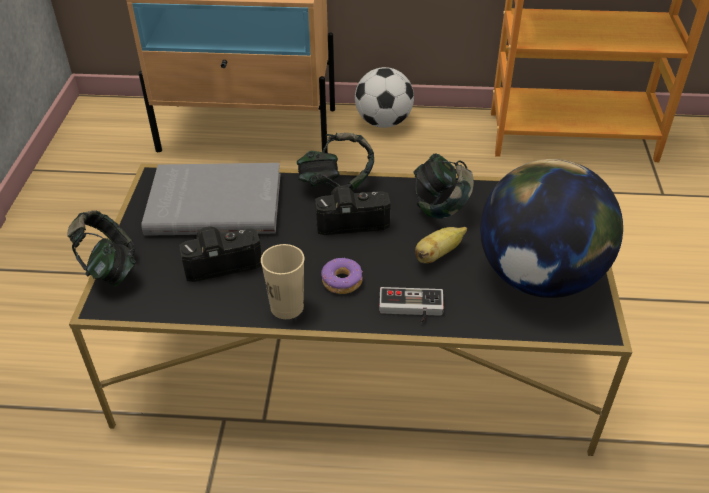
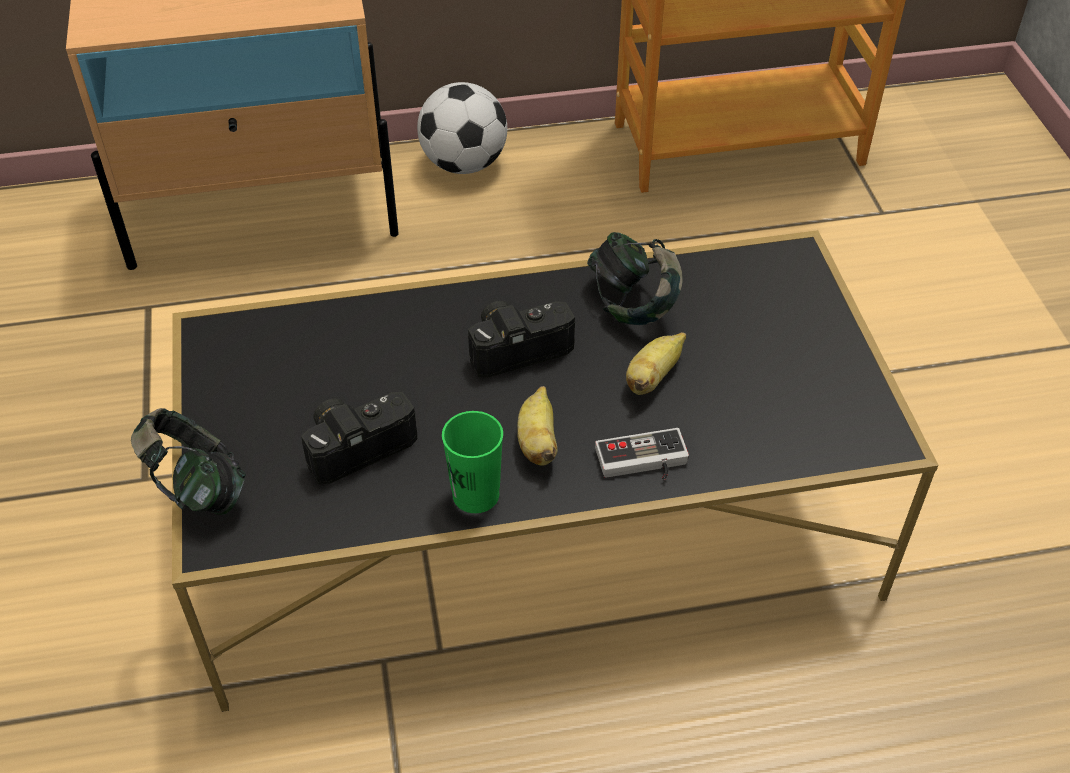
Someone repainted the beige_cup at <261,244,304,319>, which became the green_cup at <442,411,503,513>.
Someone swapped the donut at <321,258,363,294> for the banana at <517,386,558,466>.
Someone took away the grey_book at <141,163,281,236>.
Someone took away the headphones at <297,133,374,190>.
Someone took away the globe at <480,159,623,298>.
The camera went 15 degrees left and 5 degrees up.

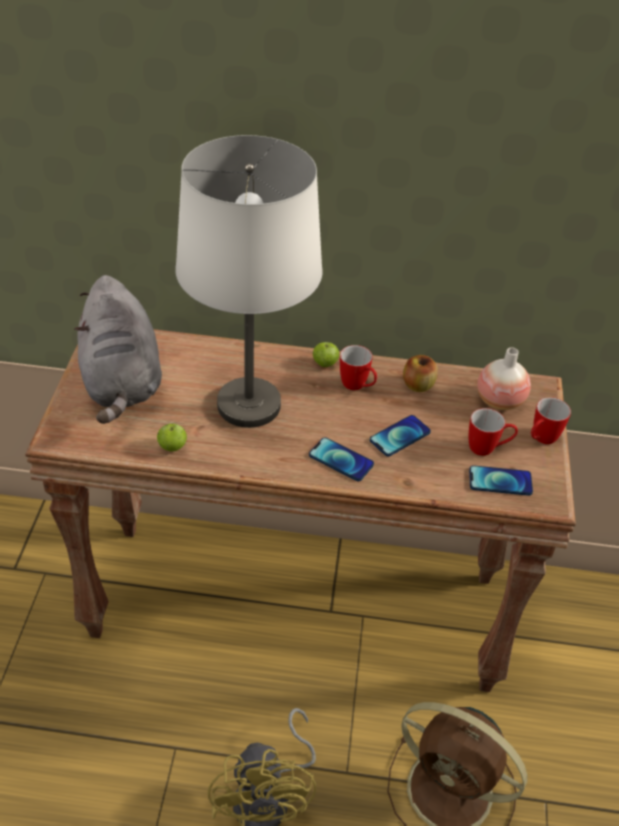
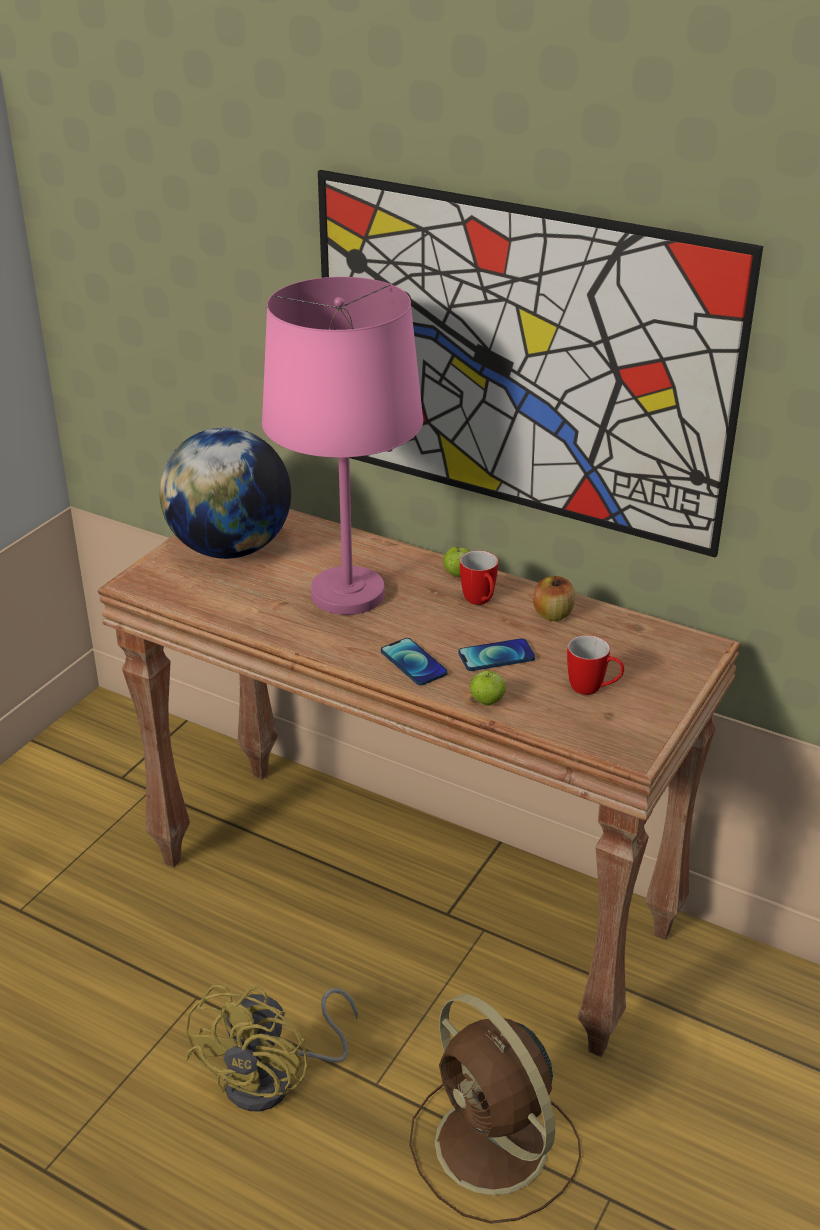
Someone swapped the grey_plush_toy at <74,275,162,424> for the globe at <159,427,291,559>.
Someone repainted the white_table_lamp at <175,135,323,428>, which became the pink_table_lamp at <262,277,423,615>.
Someone put up the picture at <318,170,763,558>.
Someone carried the apple from <157,423,187,452> to <470,670,506,706>.
Someone took away the phone at <469,465,533,496>.
Someone took away the vase at <477,347,531,410>.
Someone took away the mug at <531,397,571,444>.
The camera went 25 degrees right and 10 degrees down.

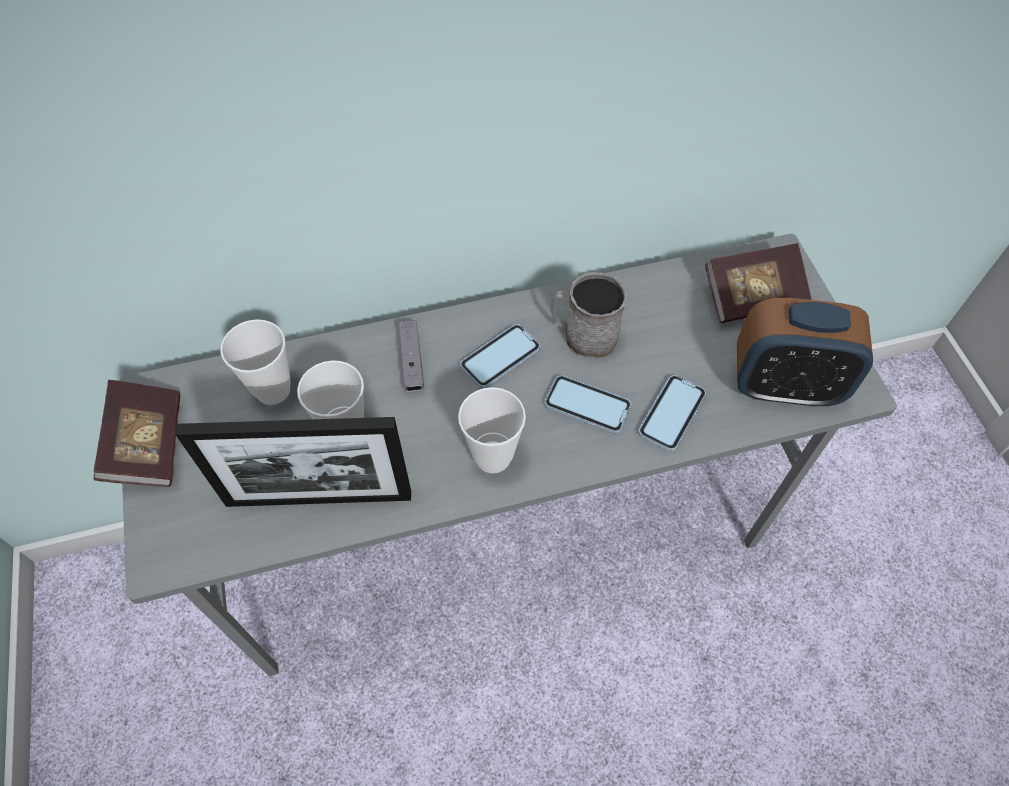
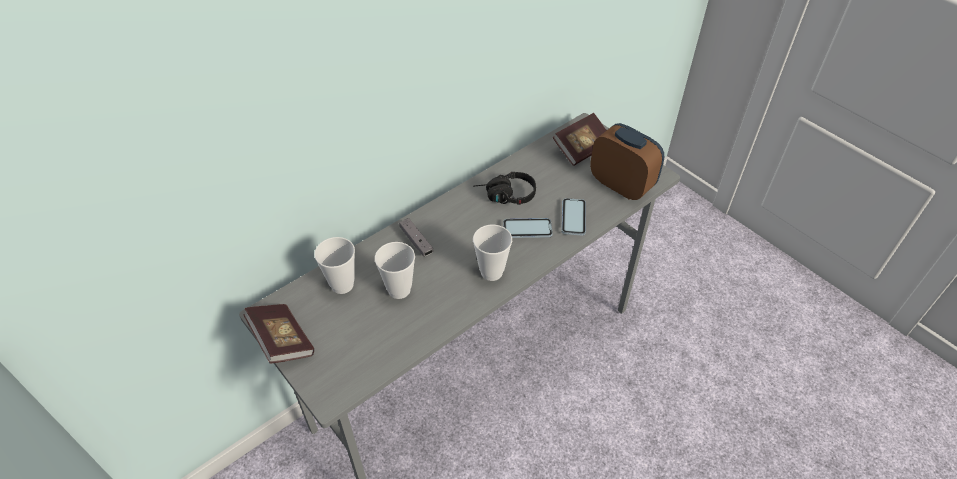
Someone swapped the grey_mug at <550,272,627,359> for the black_headphones at <473,172,536,205>.
Someone rotated the alarm_clock at <737,298,873,407> by 120 degrees counterclockwise.
Someone took away the picture_frame at <176,417,411,507>.
Someone took away the phone at <460,324,540,388>.
The camera went 25 degrees left and 10 degrees down.

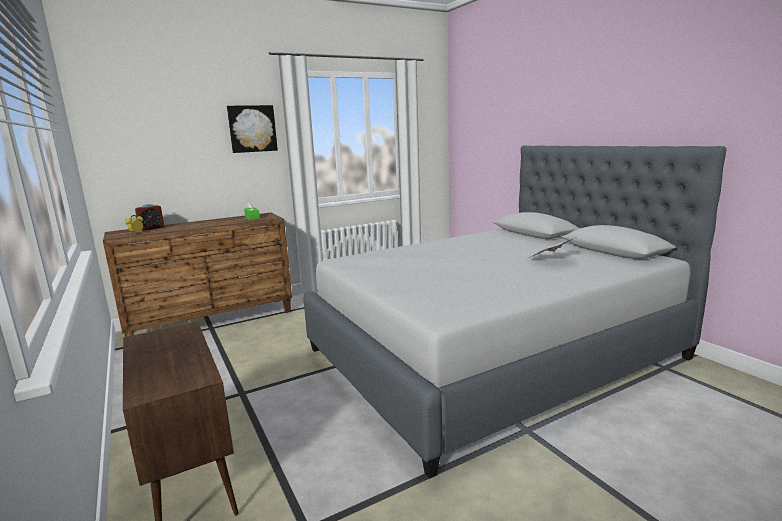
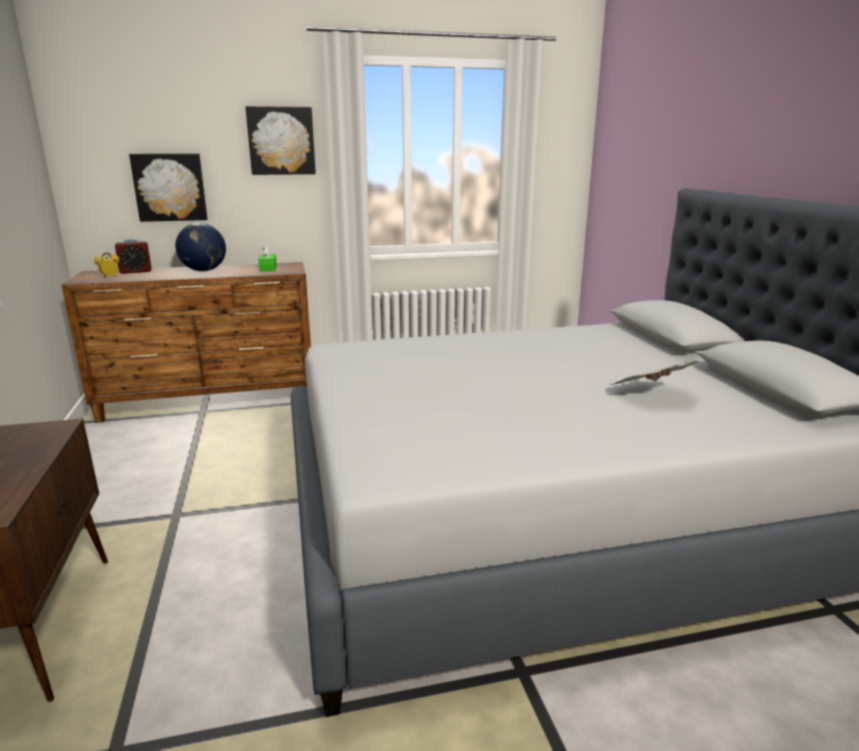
Someone put up the picture at <129,154,207,222>.
Someone put down the globe at <175,223,226,272>.
The camera went 15 degrees right and 5 degrees up.

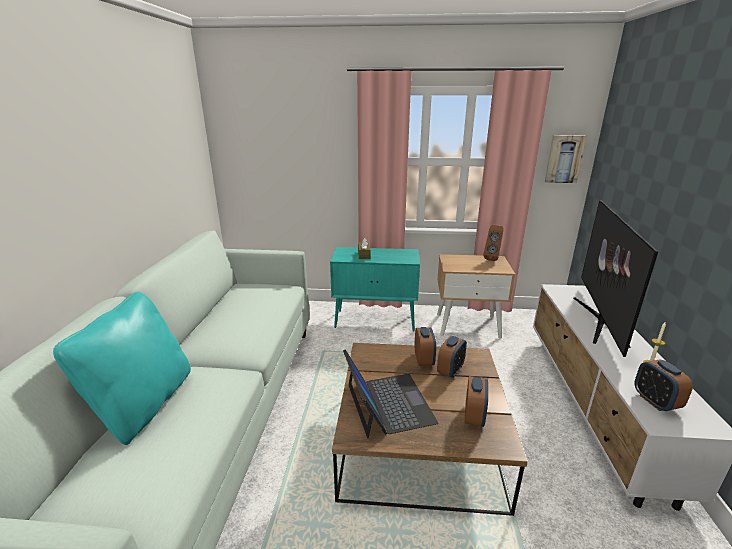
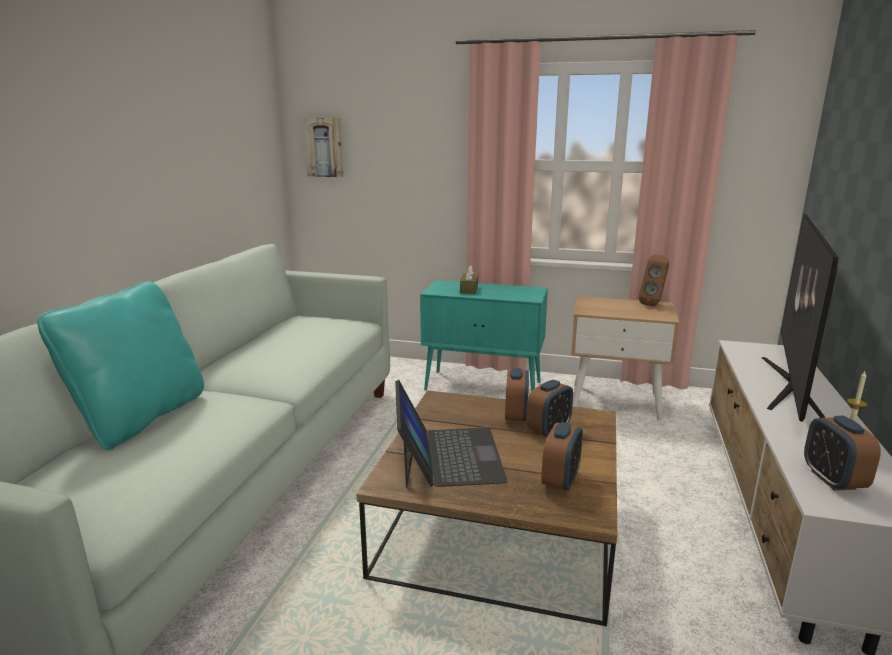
Someone carried the picture from <545,135,587,183> to <303,118,344,177>.
The camera went 10 degrees right and 5 degrees down.

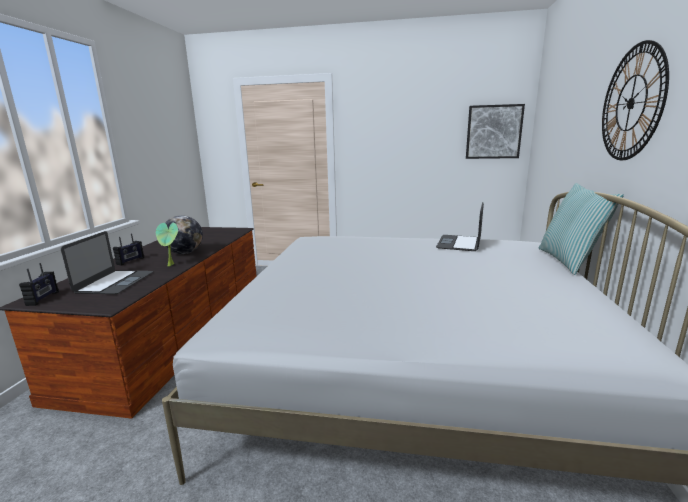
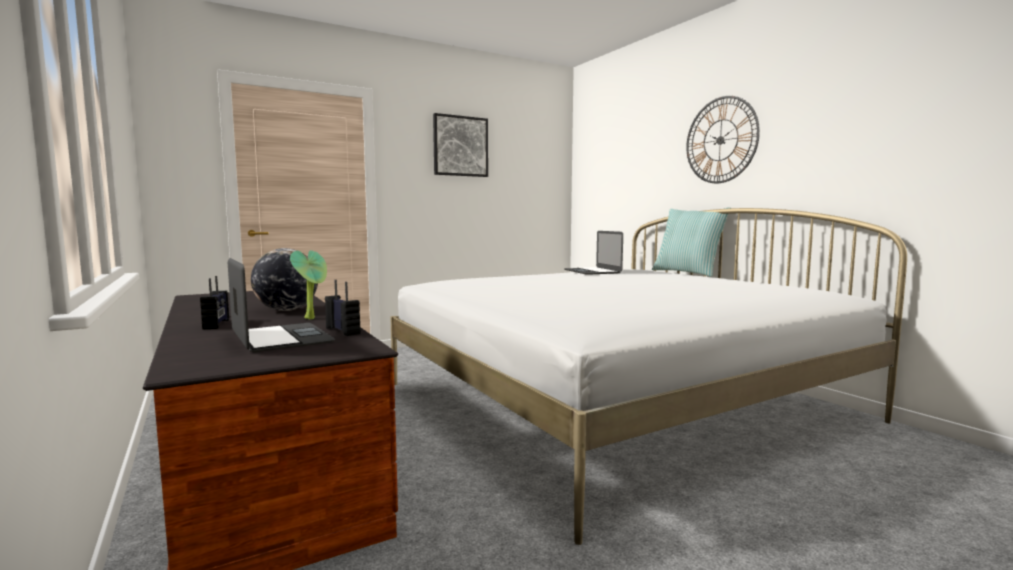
Someone carried the radio from <19,263,59,306> to <325,280,361,336>.
Someone carried the picture from <466,104,525,159> to <433,113,488,177>.
The camera went 40 degrees left and 10 degrees down.

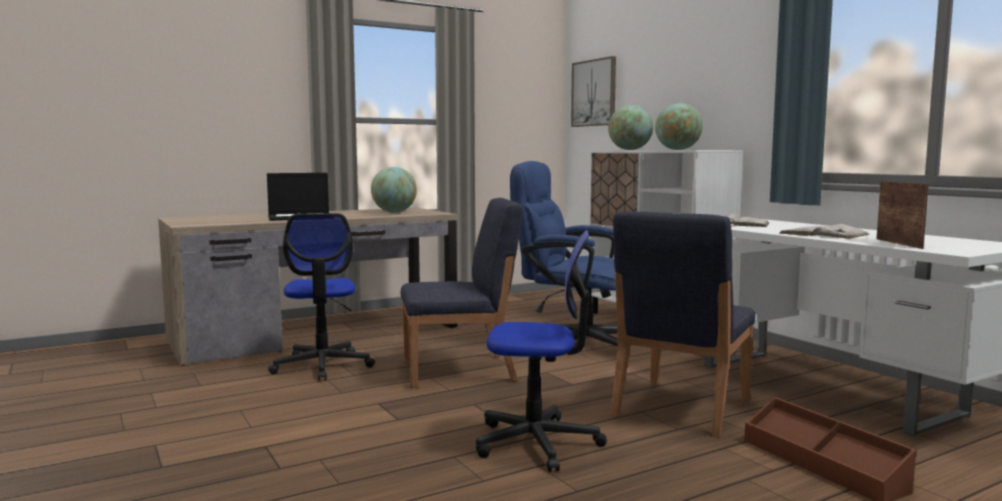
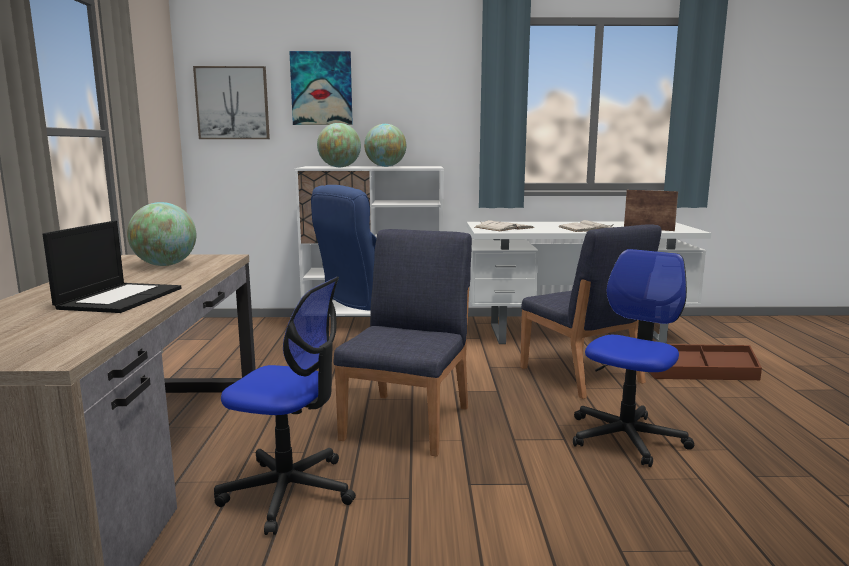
Someone put up the picture at <289,51,353,125>.
The camera went 60 degrees left and 5 degrees up.

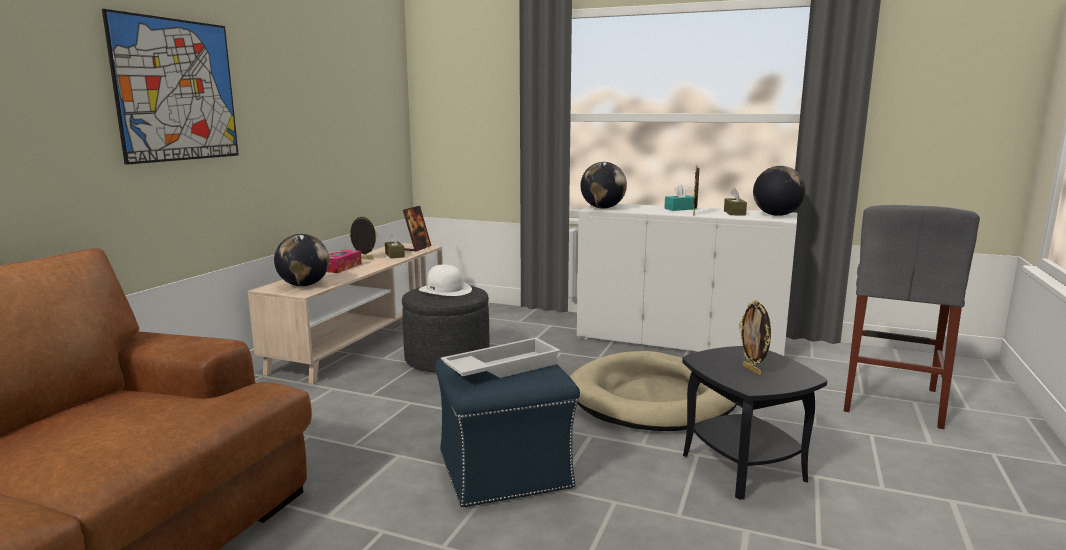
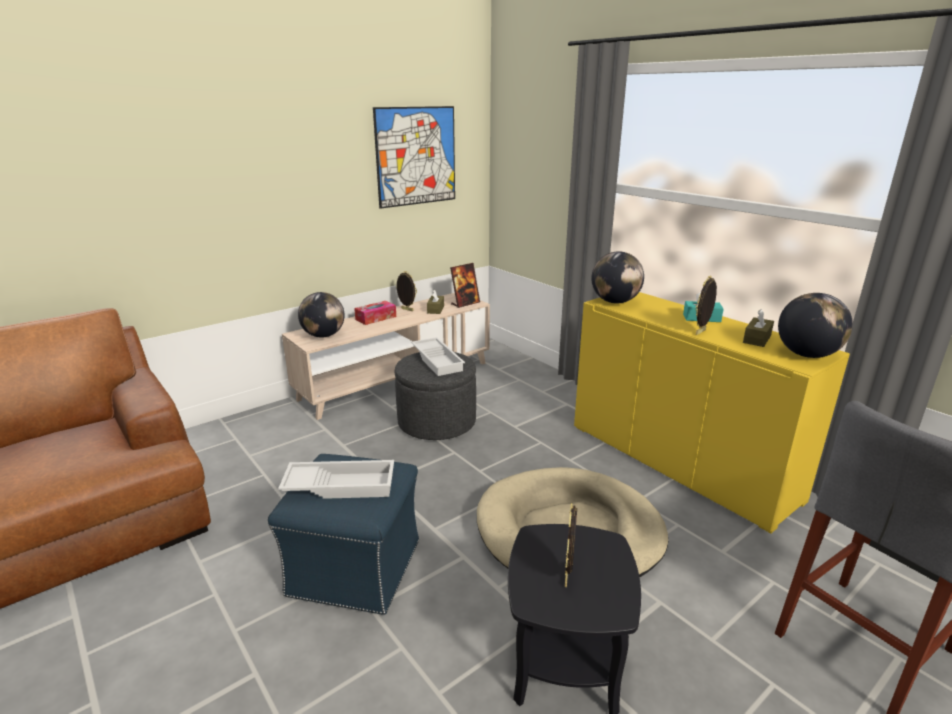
Someone carried the picture from <102,9,239,165> to <373,106,455,209>.
Someone swapped the white_hat at <419,265,472,296> for the white_tray at <411,337,465,376>.
Someone repainted the white_cabinet at <577,203,797,356>, which became the yellow_cabinet at <574,292,850,533>.
The camera went 30 degrees right and 10 degrees up.

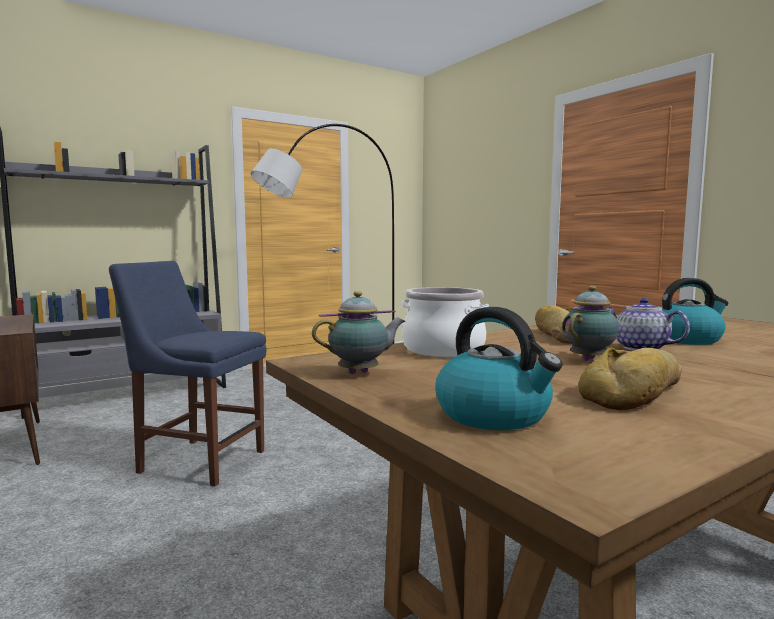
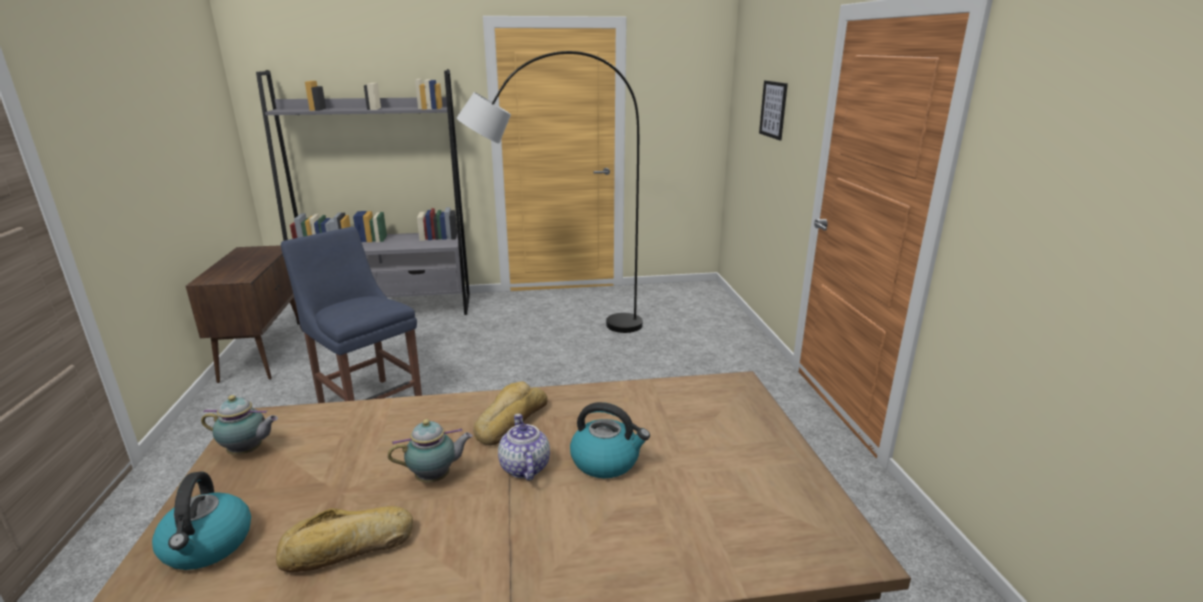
Someone put up the picture at <759,81,788,140>.
Someone took away the cooking_pot at <402,287,489,357>.
The camera went 25 degrees right and 15 degrees up.

